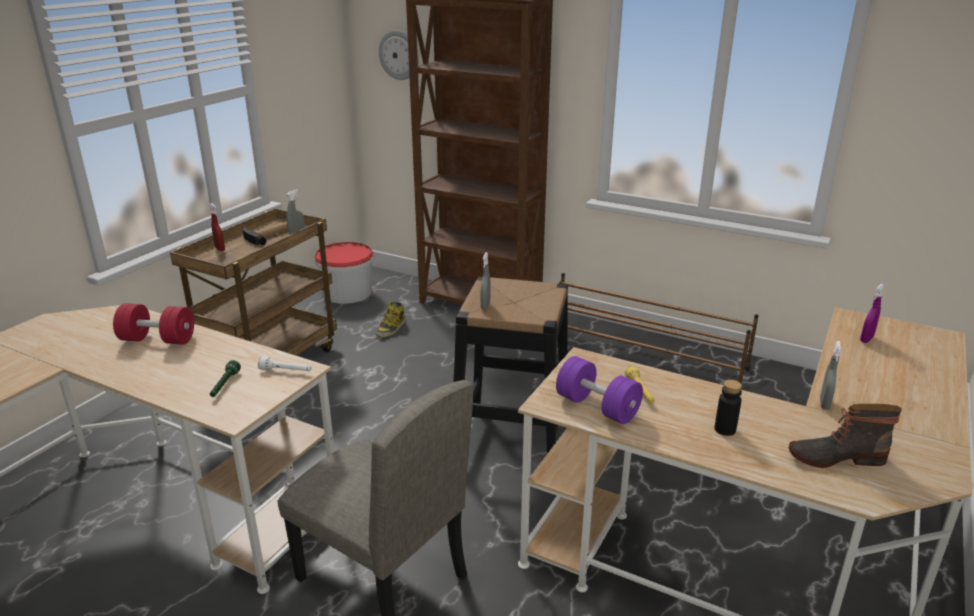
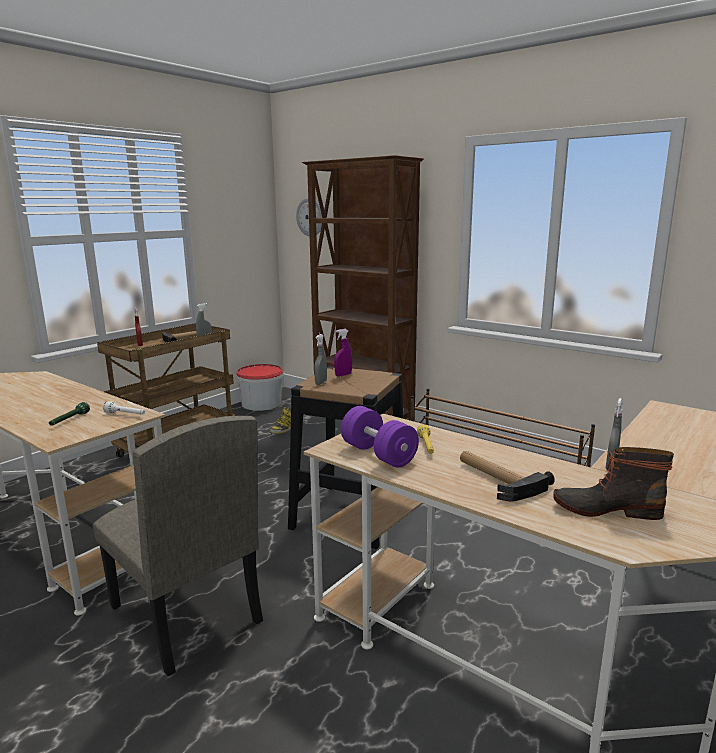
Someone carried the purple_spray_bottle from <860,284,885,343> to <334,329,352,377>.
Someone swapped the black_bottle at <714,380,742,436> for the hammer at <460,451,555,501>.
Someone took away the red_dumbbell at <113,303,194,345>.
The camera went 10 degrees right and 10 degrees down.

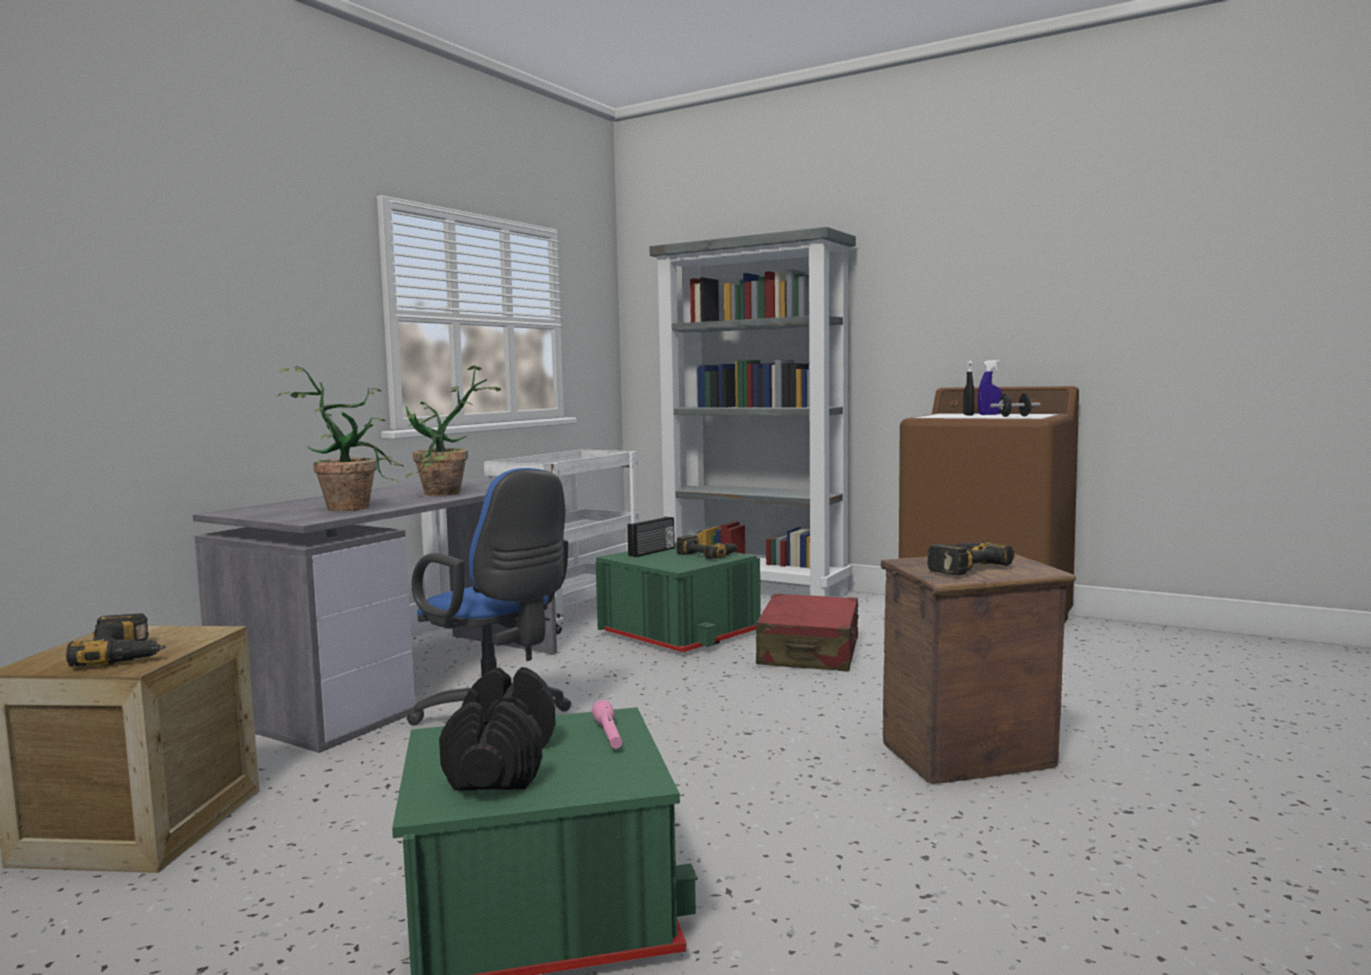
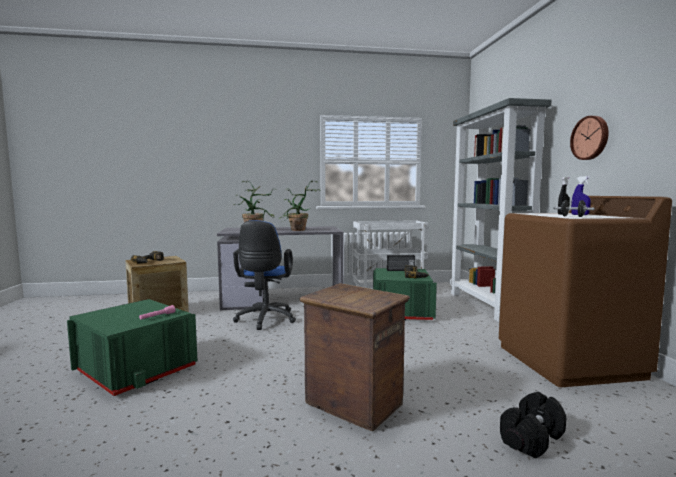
Someone carried the black_dumbbell from <439,667,556,790> to <500,392,566,459>.
Someone put up the wall_clock at <570,116,609,160>.
Someone took away the red_suitcase at <756,594,859,672>.
Someone took away the power_drill at <927,541,1014,575>.
The camera went 50 degrees right and 0 degrees up.

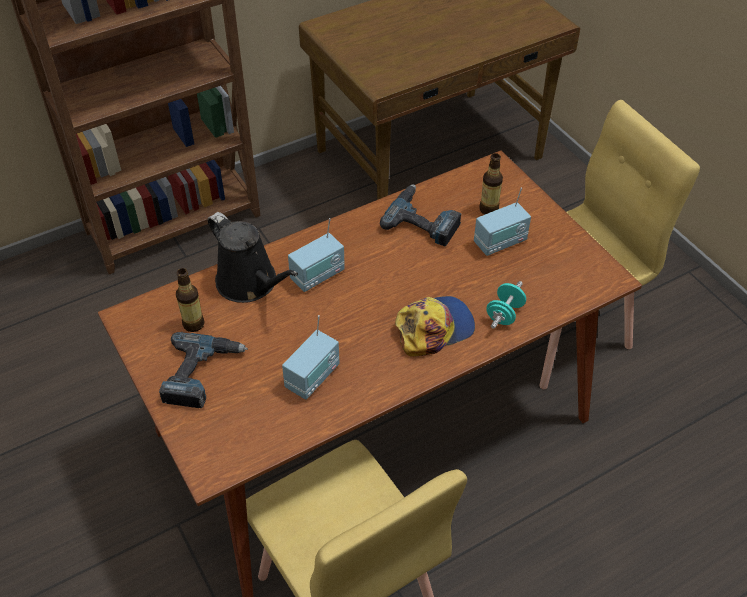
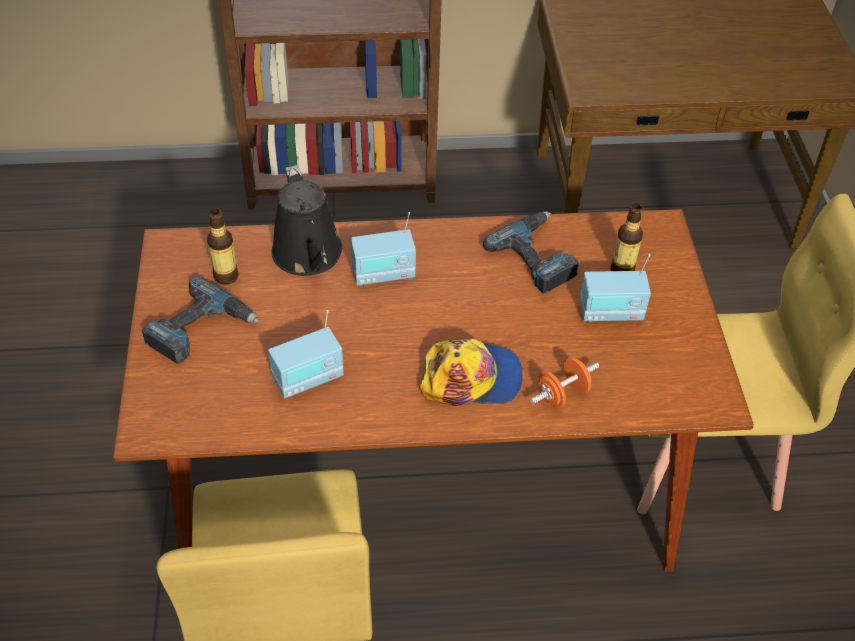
Someone repainted the turquoise_dumbbell at <486,281,526,329>, which became the orange_dumbbell at <530,357,599,407>.
The camera went 25 degrees right and 0 degrees up.

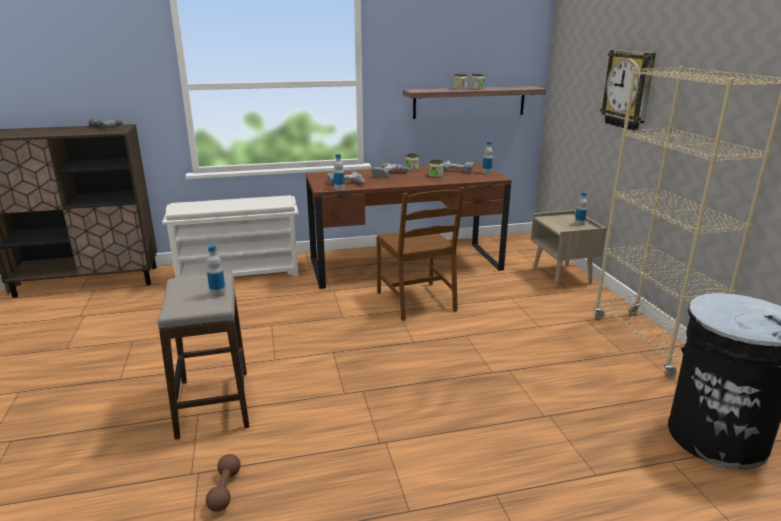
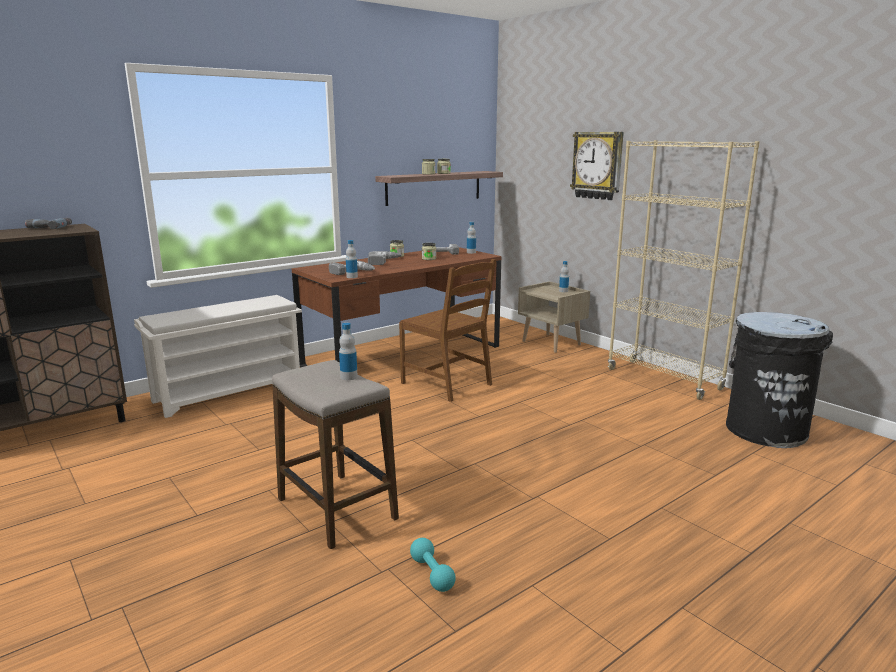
Someone repainted the brown_dumbbell at <206,454,241,512>, which became the turquoise_dumbbell at <410,538,456,592>.
The camera went 25 degrees left and 5 degrees down.

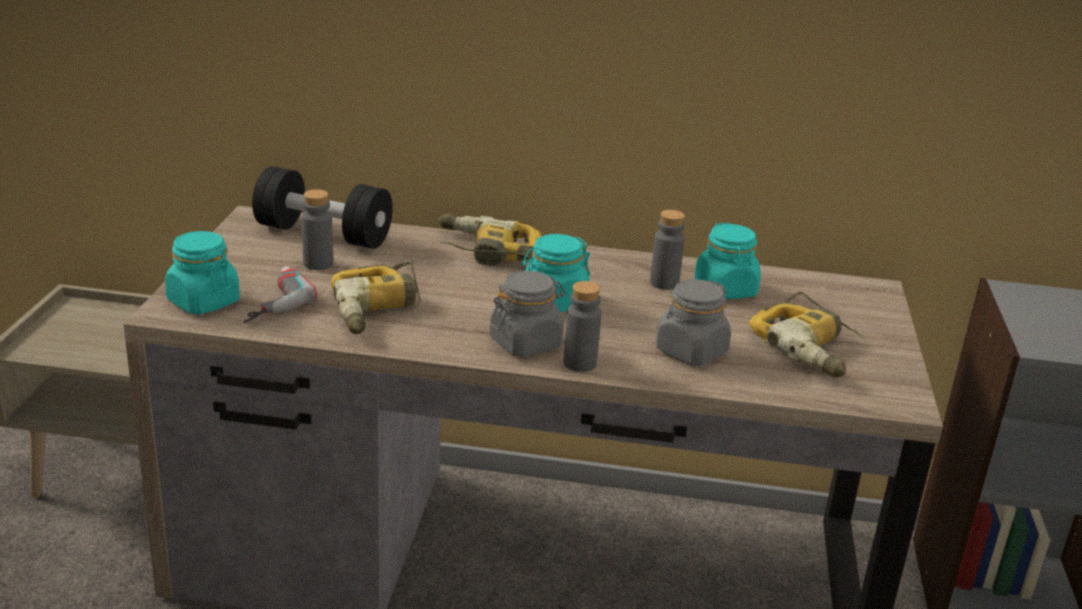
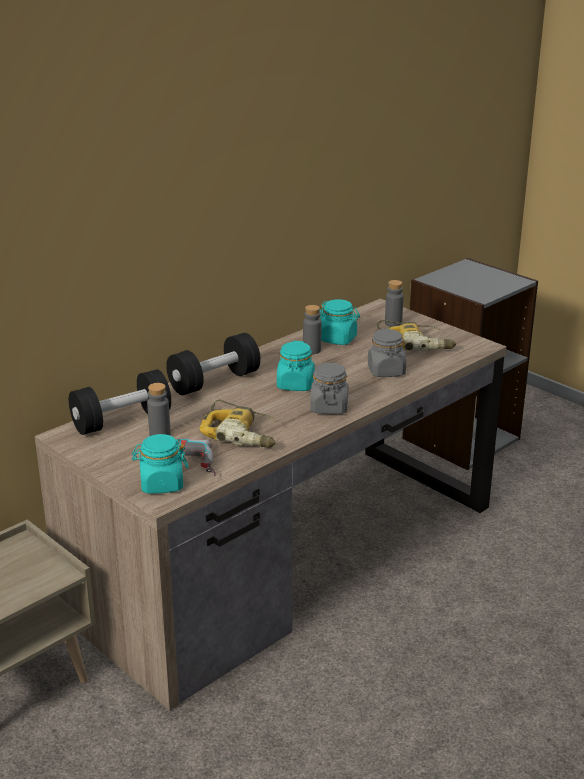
Someone swapped the power_drill at <438,214,542,265> for the black_dumbbell at <166,333,261,395>.
Someone carried the grey_bottle from <564,281,601,372> to <385,280,403,327>.
The camera went 50 degrees left and 0 degrees up.

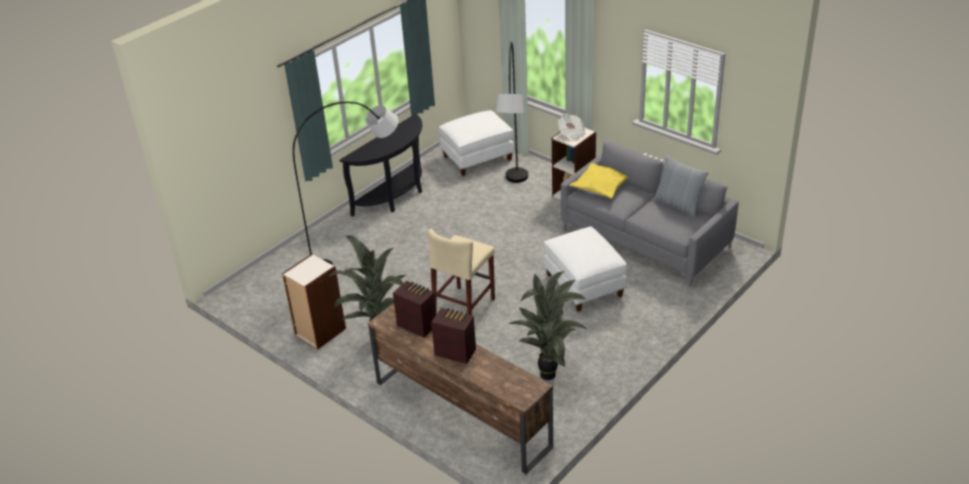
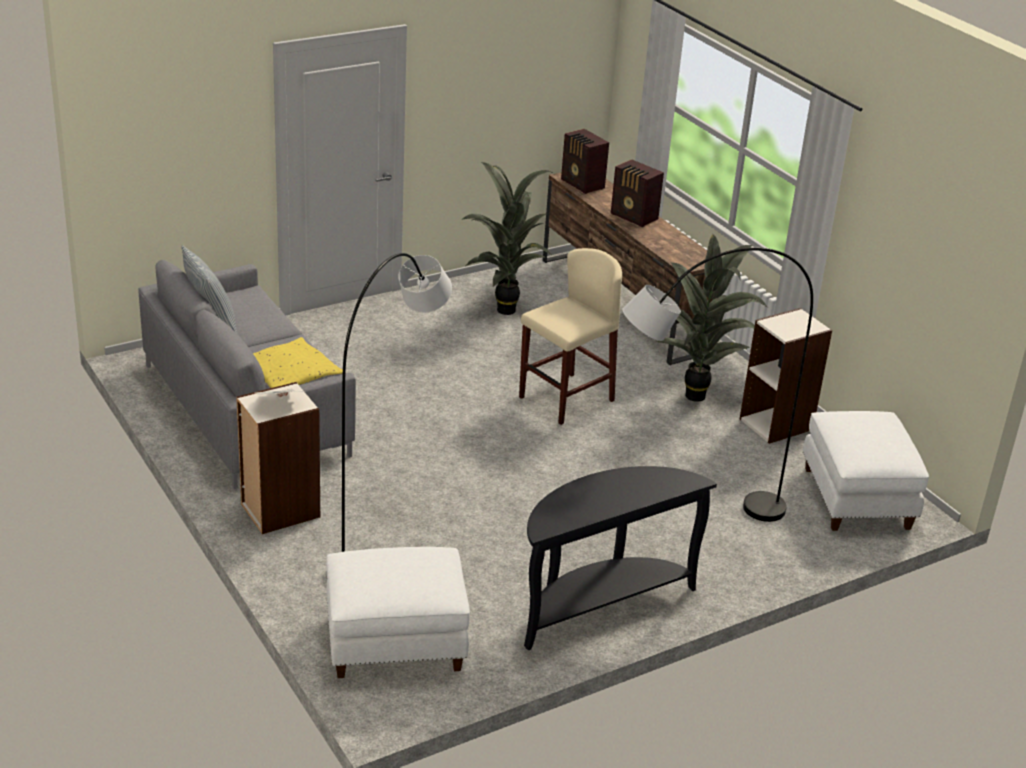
Someone carried the radio from <393,281,436,338> to <561,129,609,194>.
Someone carried the white_ottoman from <543,226,627,312> to <803,411,929,531>.
The camera went 165 degrees left and 5 degrees down.

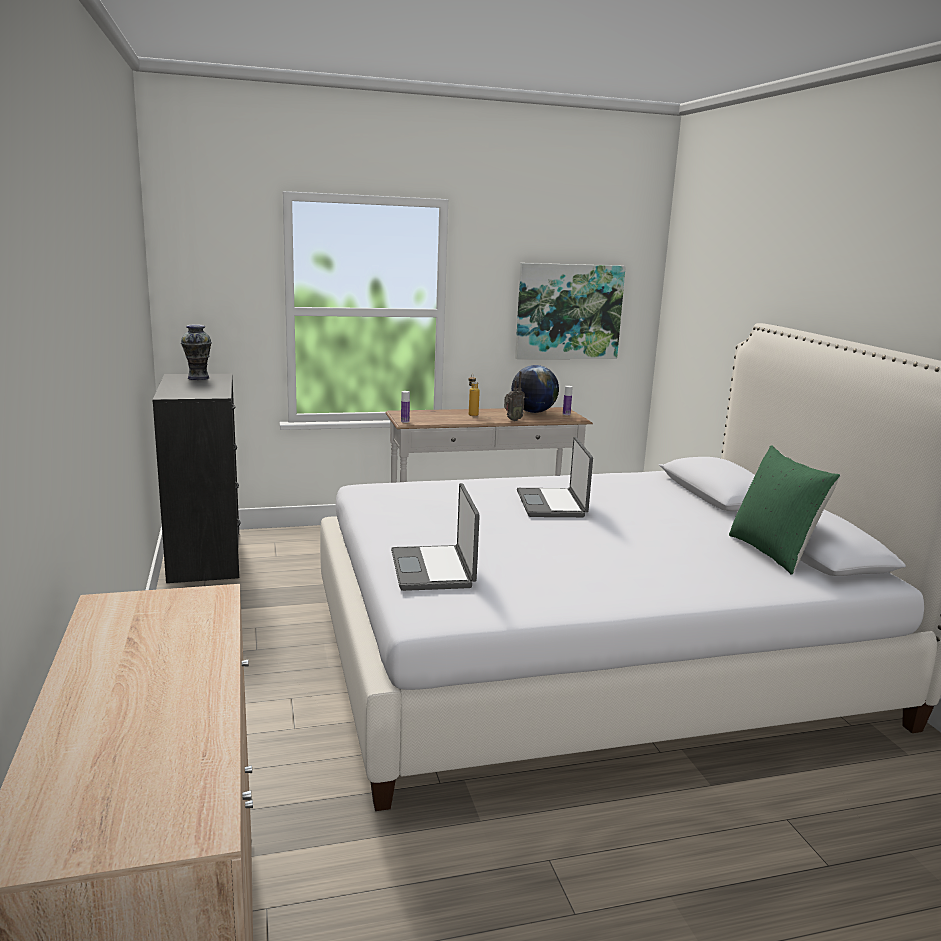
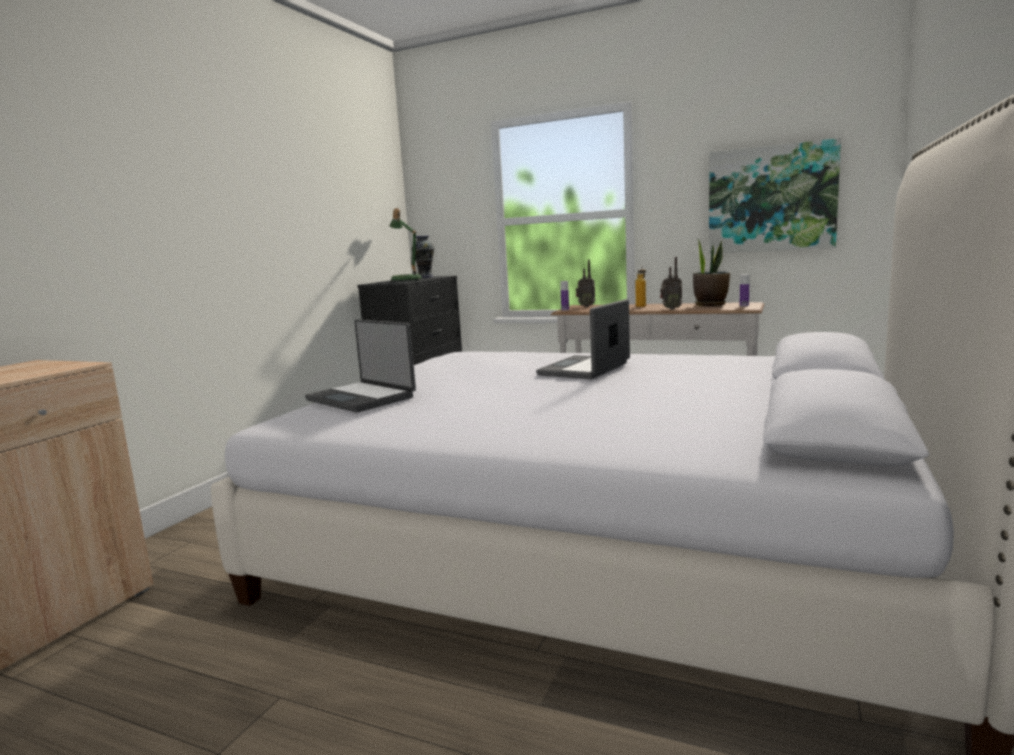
Someone rotated the laptop at <391,483,480,591> by 75 degrees counterclockwise.
Someone put down the table_lamp at <389,208,423,282>.
Someone put down the radio at <576,260,596,307>.
Someone swapped the globe at <511,365,559,413> for the potted_plant at <693,238,730,306>.
Someone took away the green_pillow at <729,445,841,575>.
The camera went 40 degrees right and 5 degrees down.

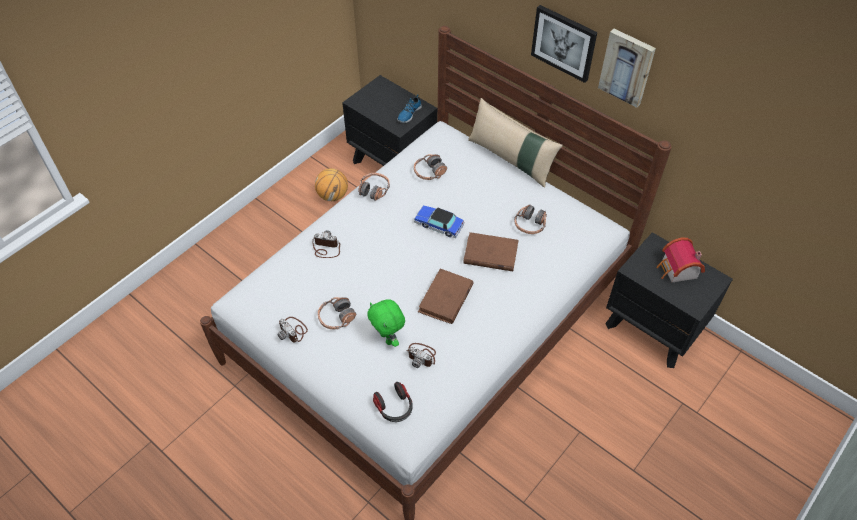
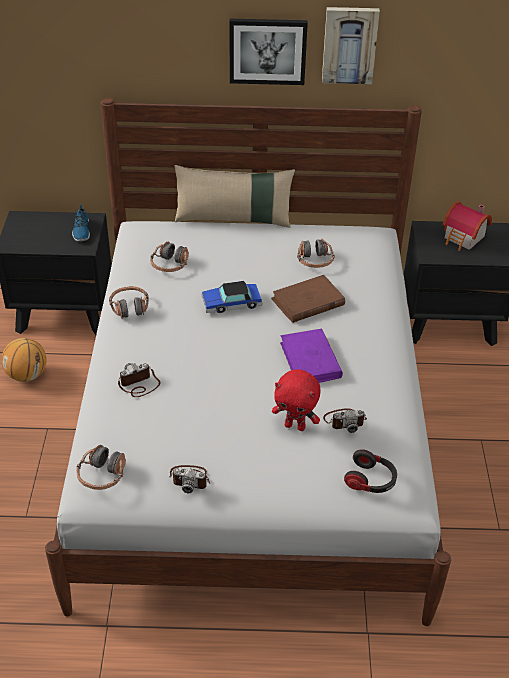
Someone carried the headphones from <318,297,356,329> to <76,445,126,490>.
Someone repainted the green_plush_toy at <367,300,405,347>, which became the red_plush_toy at <272,369,321,431>.
Someone repainted the brown_book at <418,269,474,324>, which became the purple_book at <280,329,343,383>.
The camera went 40 degrees left and 10 degrees down.

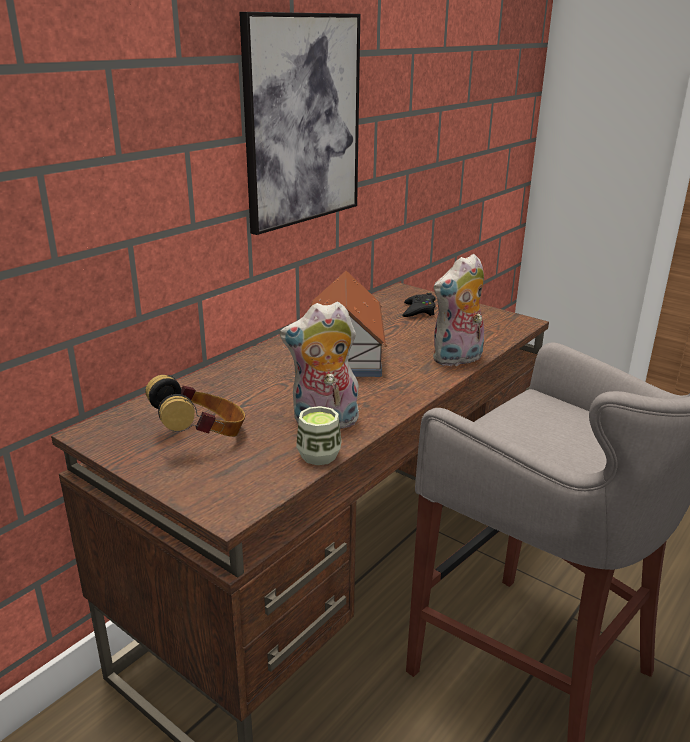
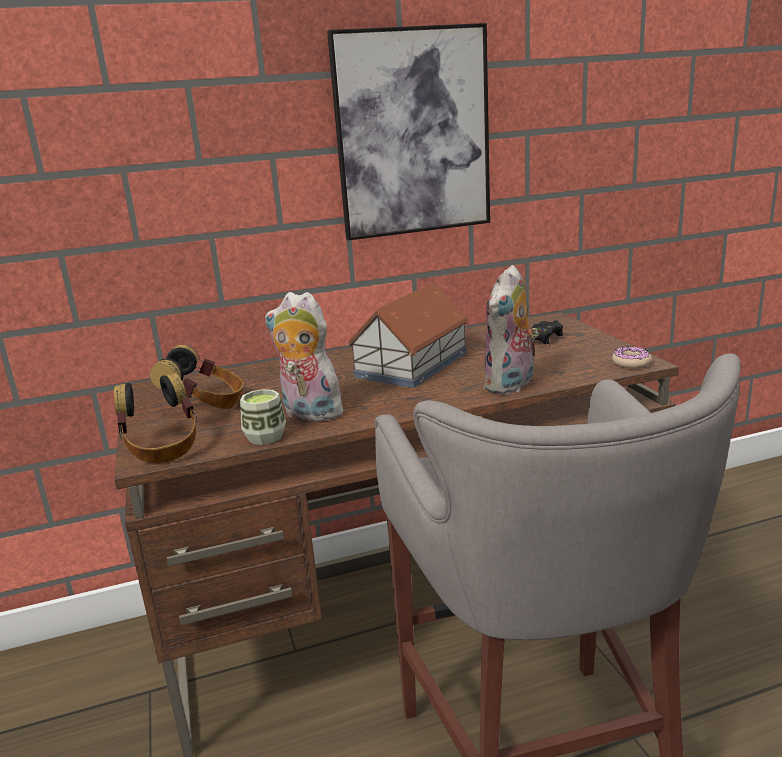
Someone put down the headphones at <114,373,197,463>.
Someone rotated the plush_toy at <433,254,484,366> by 60 degrees counterclockwise.
Someone put down the donut at <612,347,652,369>.
The camera went 35 degrees right and 5 degrees down.

